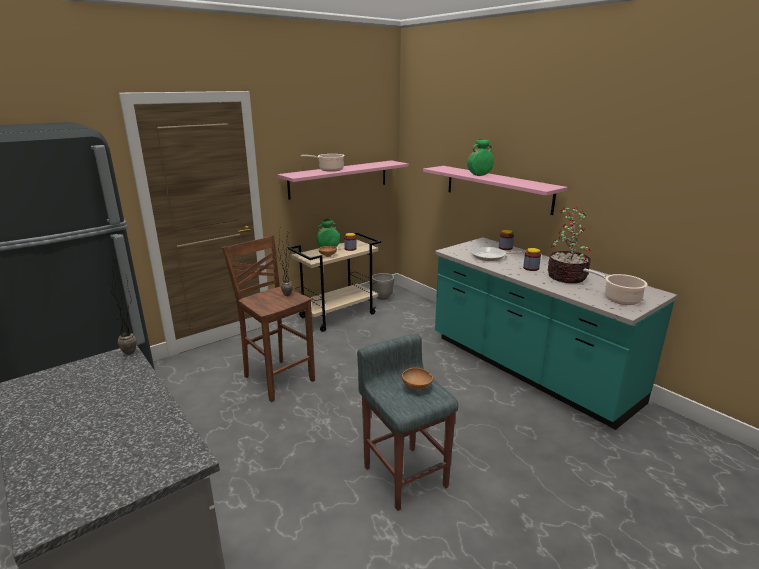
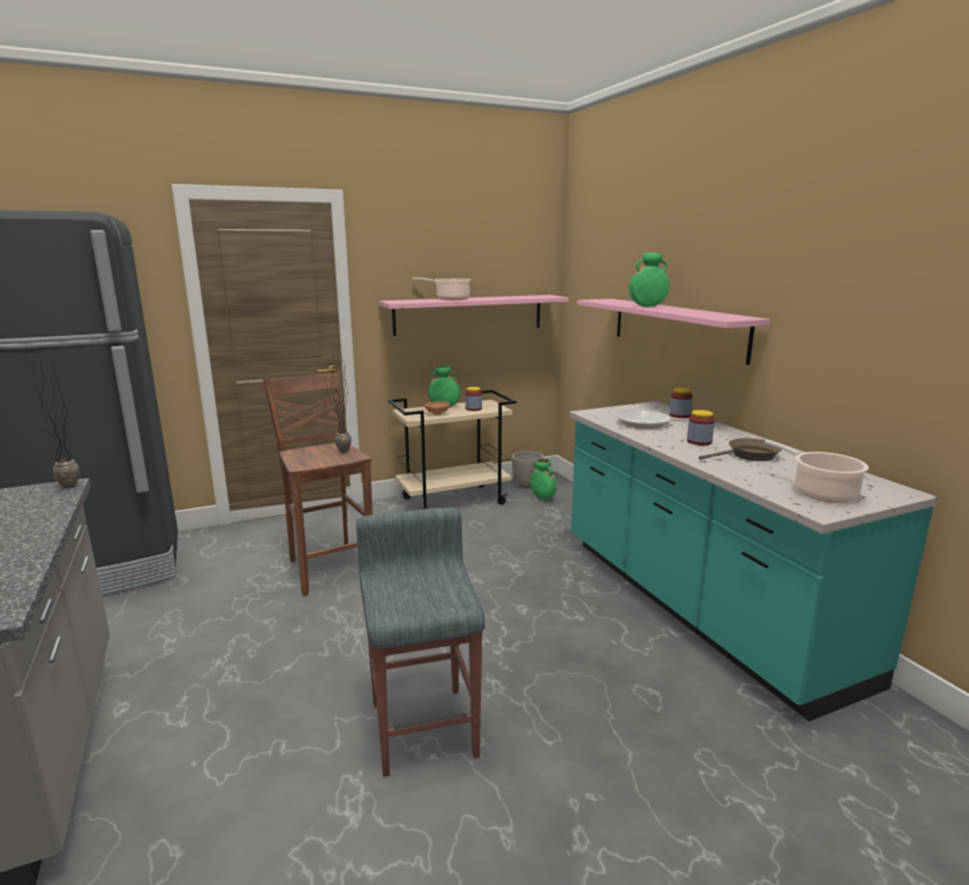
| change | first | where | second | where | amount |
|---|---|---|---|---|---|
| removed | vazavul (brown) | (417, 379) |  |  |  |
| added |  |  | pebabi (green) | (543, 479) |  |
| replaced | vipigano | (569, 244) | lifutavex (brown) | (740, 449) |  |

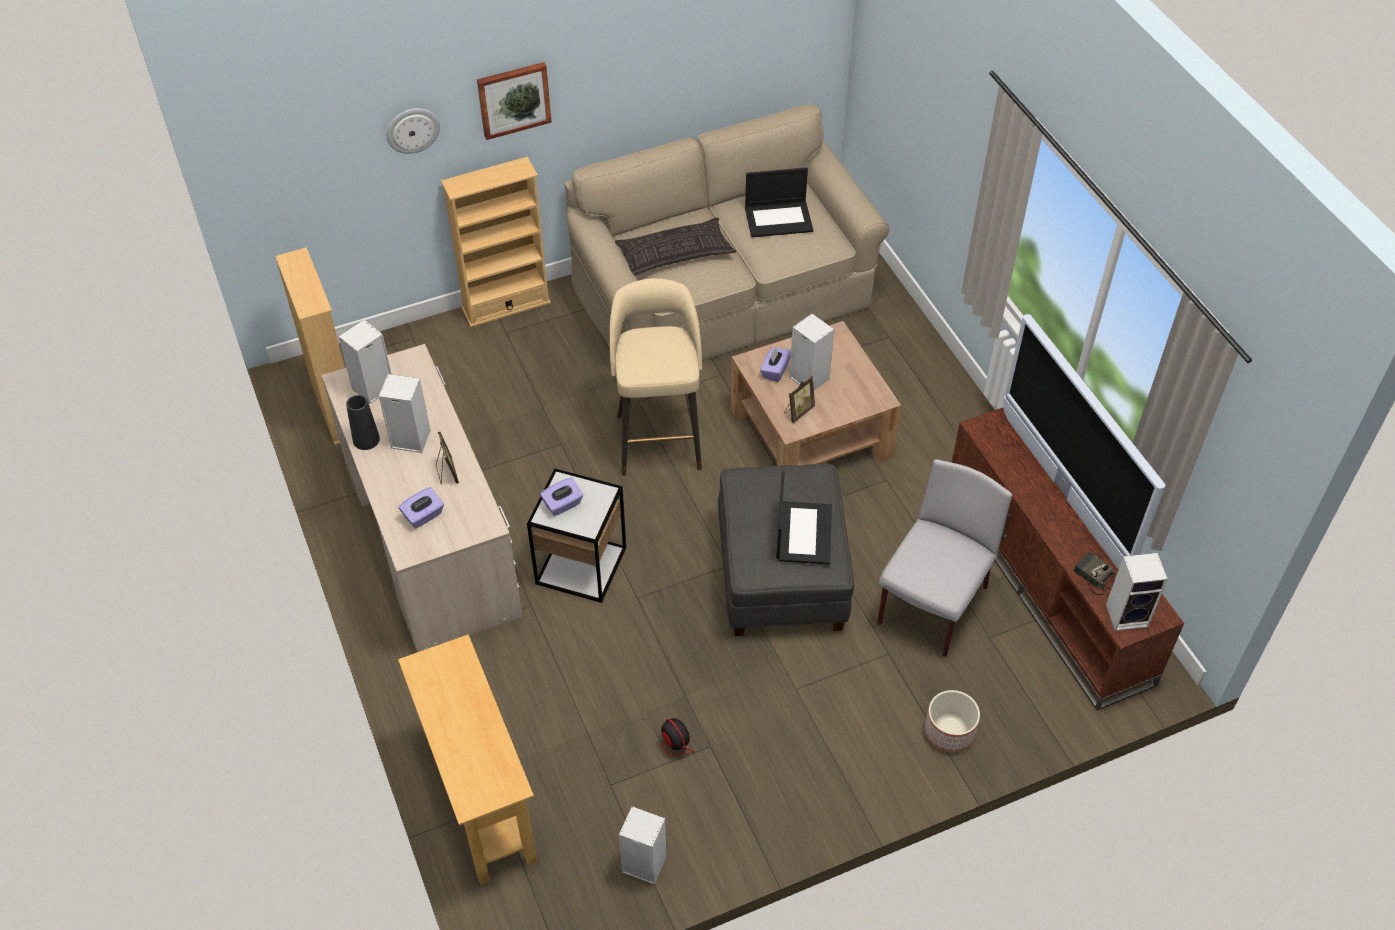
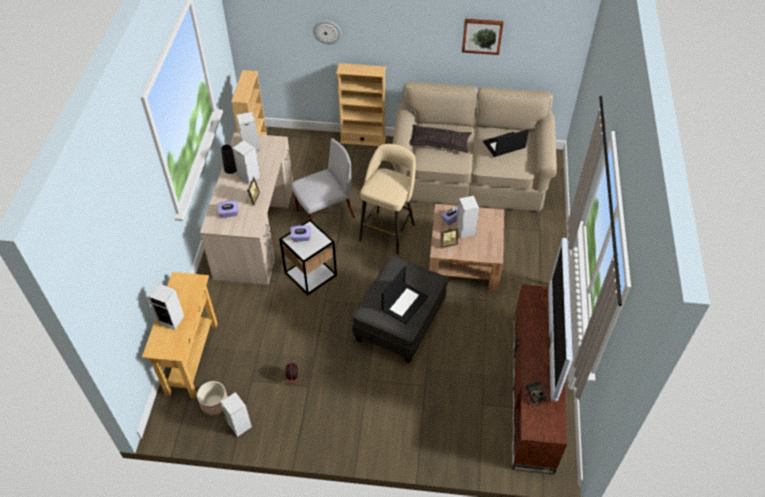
| change | first | where | second | where | amount |
|---|---|---|---|---|---|
| moved | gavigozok | (514, 101) |  | (482, 37) |  |
| moved | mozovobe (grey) | (944, 558) |  | (323, 180) |  |
| moved | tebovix | (952, 721) |  | (212, 398) |  |
| moved | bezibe | (1137, 592) |  | (166, 306) |  |
| turned | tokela | (779, 202) |  | (506, 143) | 135 degrees clockwise |

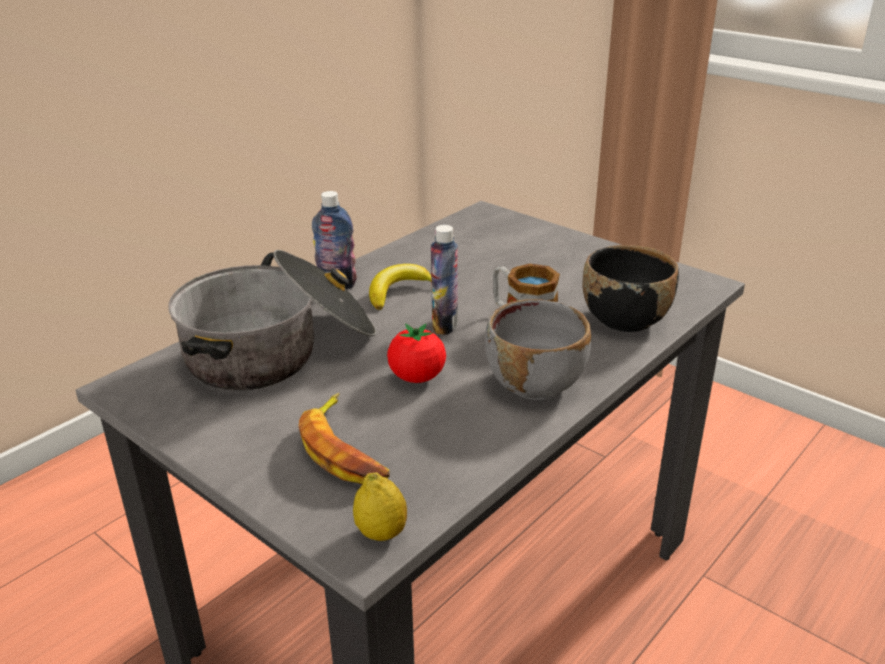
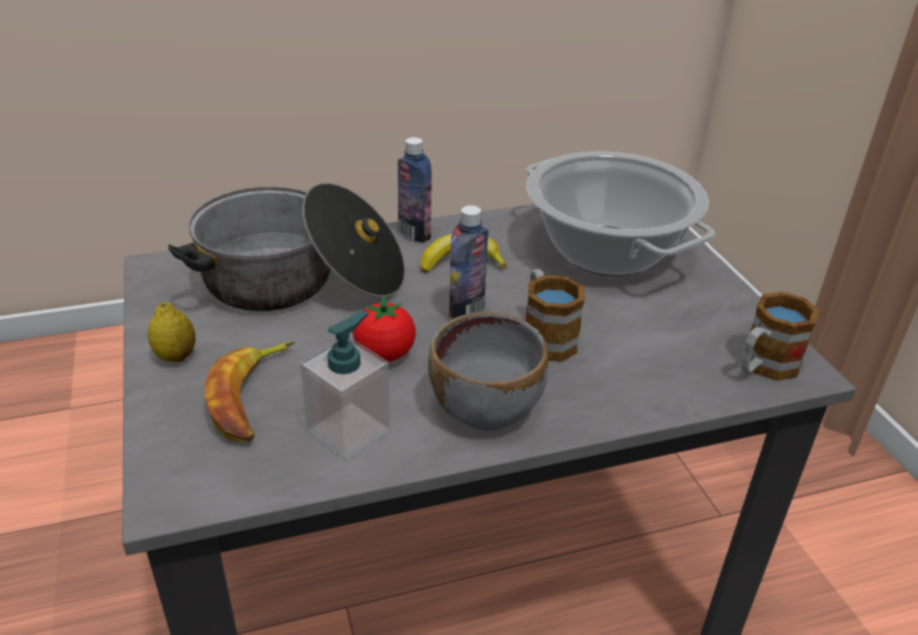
| change | first | where | second | where | amount |
|---|---|---|---|---|---|
| removed | vazavul (black) | (631, 288) |  |  |  |
| added |  |  | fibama | (345, 385) |  |
| added |  |  | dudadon | (620, 213) |  |
| added |  |  | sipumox | (780, 336) |  |
| moved | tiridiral | (380, 506) |  | (172, 332) |  |

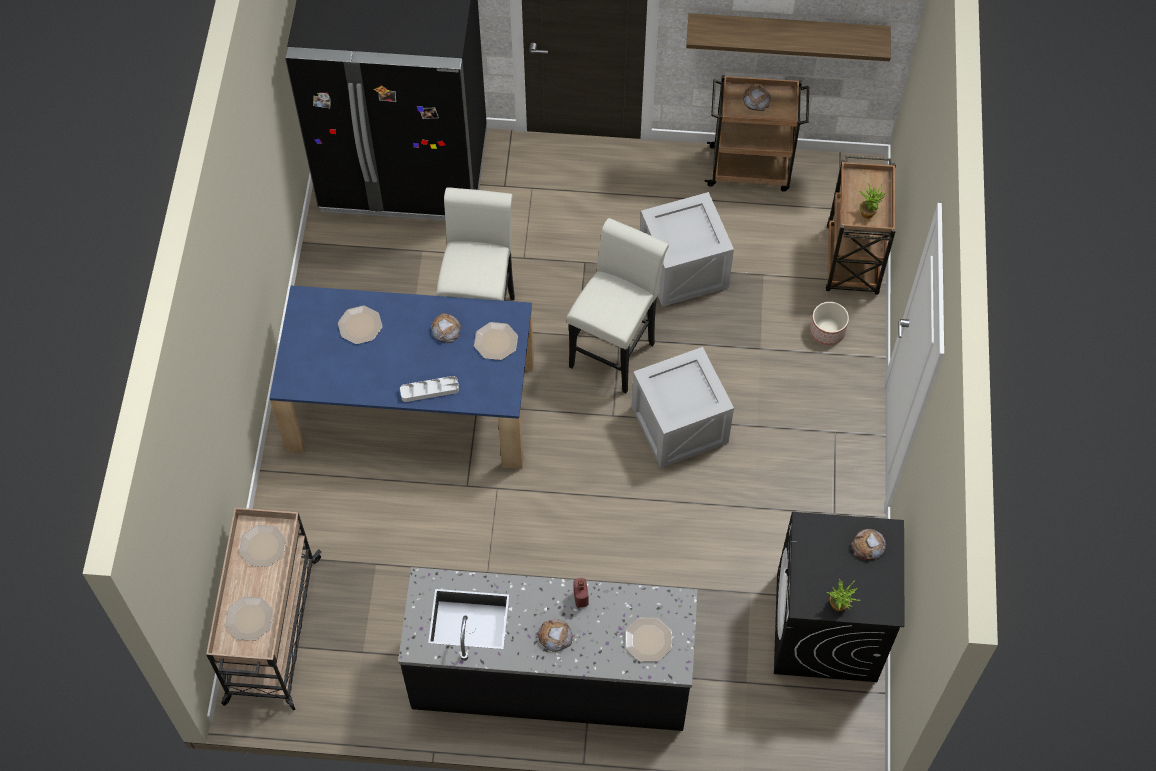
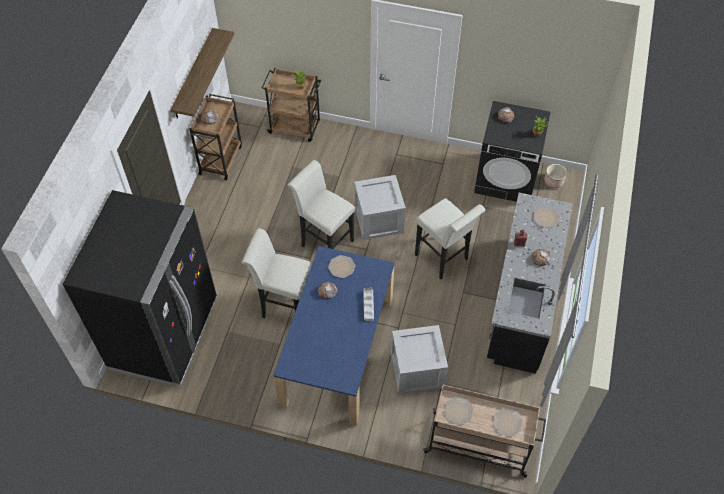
| change | first | where | second | where | amount |
|---|---|---|---|---|---|
| removed | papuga | (360, 325) |  |  |  |
| added |  |  | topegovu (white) | (450, 238) |  |
| moved | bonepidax | (687, 249) |  | (419, 359) |  |
| moved | tebovix | (829, 323) |  | (555, 176) |  |

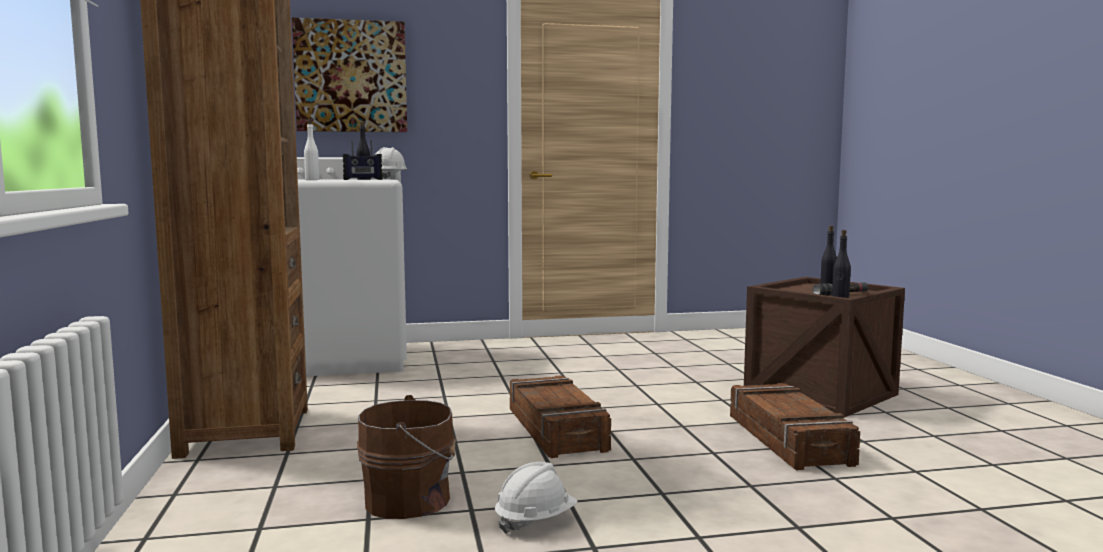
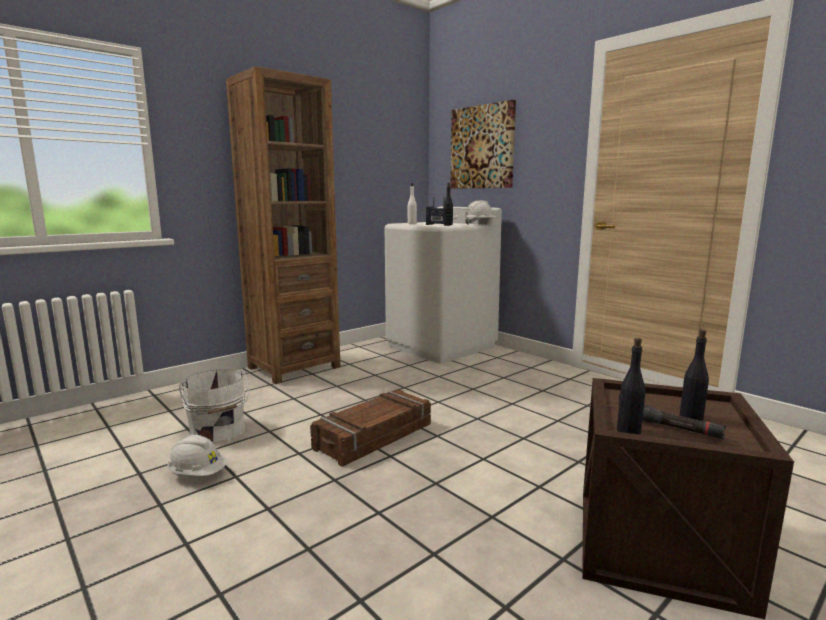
| change | first | where | second | where | amount |
|---|---|---|---|---|---|
| removed | bonepidax | (795, 426) |  |  |  |
| recoloured | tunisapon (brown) | (406, 457) | tunisapon (white) | (214, 405) |  |

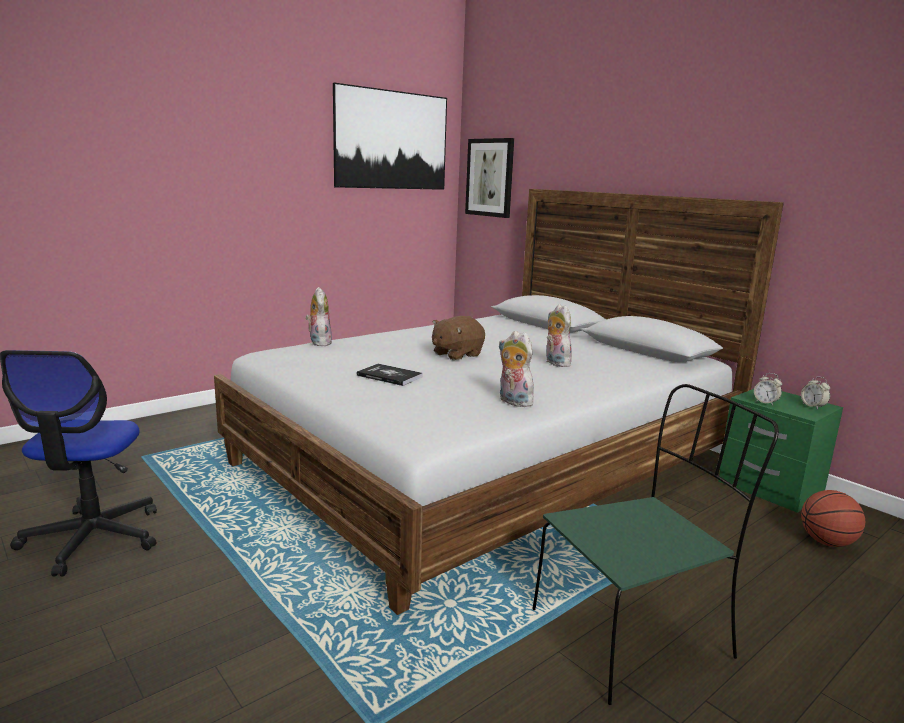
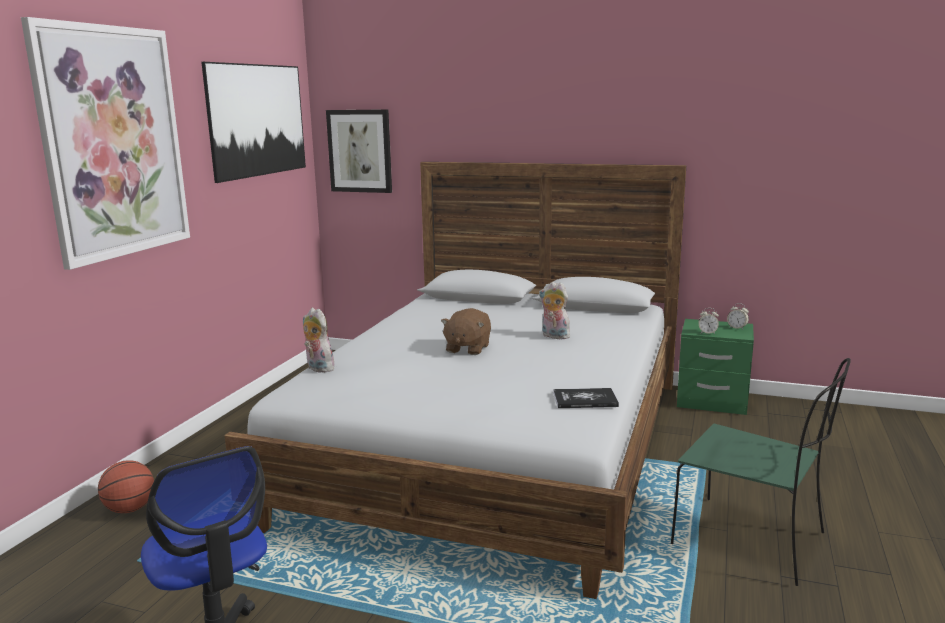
| change | first | where | second | where | amount |
|---|---|---|---|---|---|
| removed | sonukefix | (518, 369) |  |  |  |
| added |  |  | gavigozok | (105, 143) |  |
| moved | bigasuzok | (390, 375) |  | (586, 398) |  |
| moved | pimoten | (833, 518) |  | (126, 486) |  |
| turned | mozovobe (green) | (656, 544) |  | (761, 472) | 90 degrees clockwise |

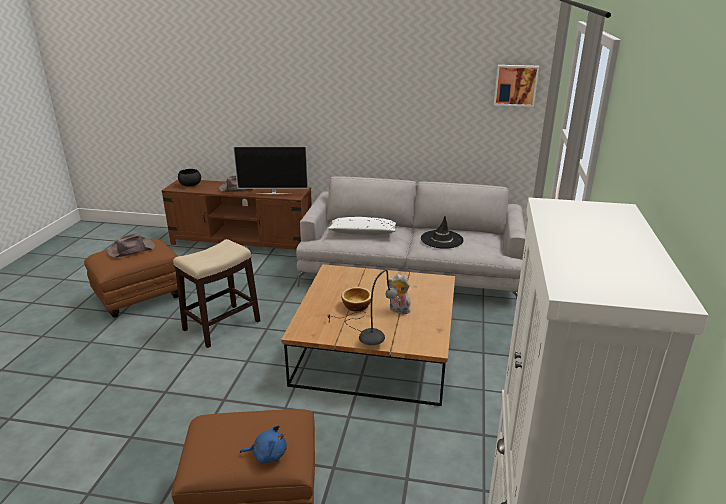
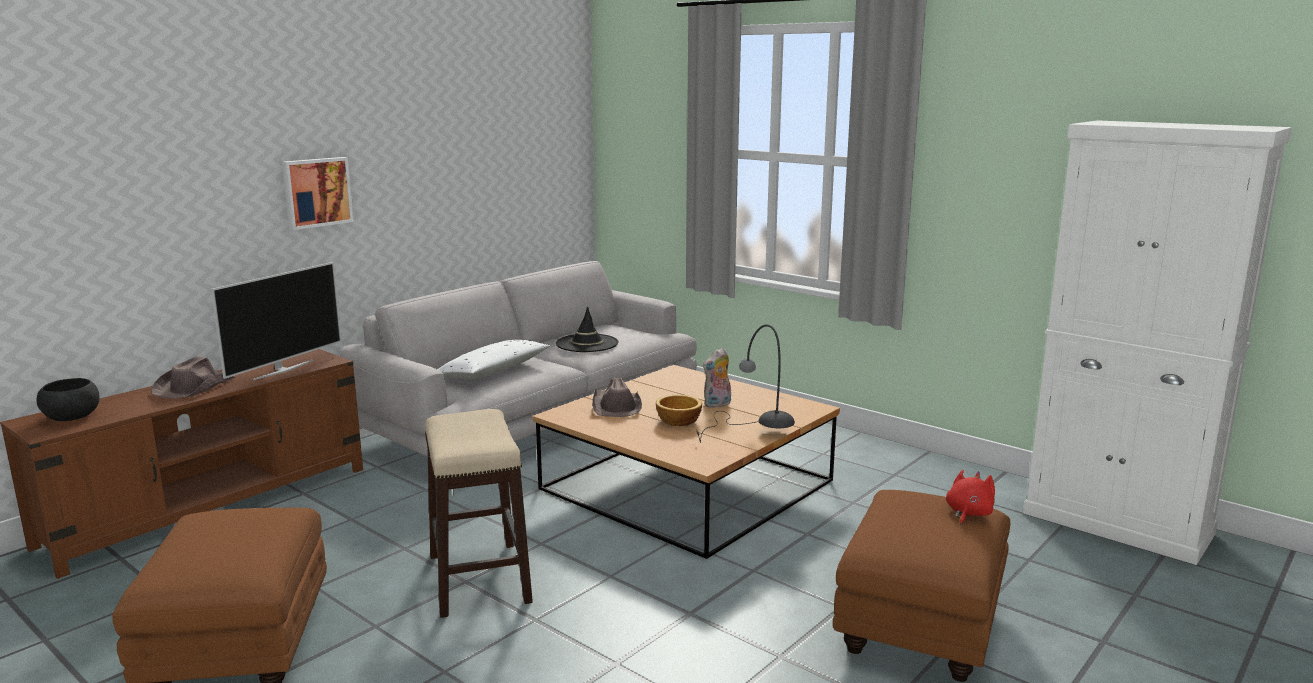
| change | first | where | second | where | amount |
|---|---|---|---|---|---|
| moved | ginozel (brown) | (131, 245) |  | (617, 397) |  |
| moved | gavigozok | (516, 86) |  | (318, 193) |  |
| recoloured | sonukefix (blue) | (263, 444) | sonukefix (red) | (970, 497) |  |

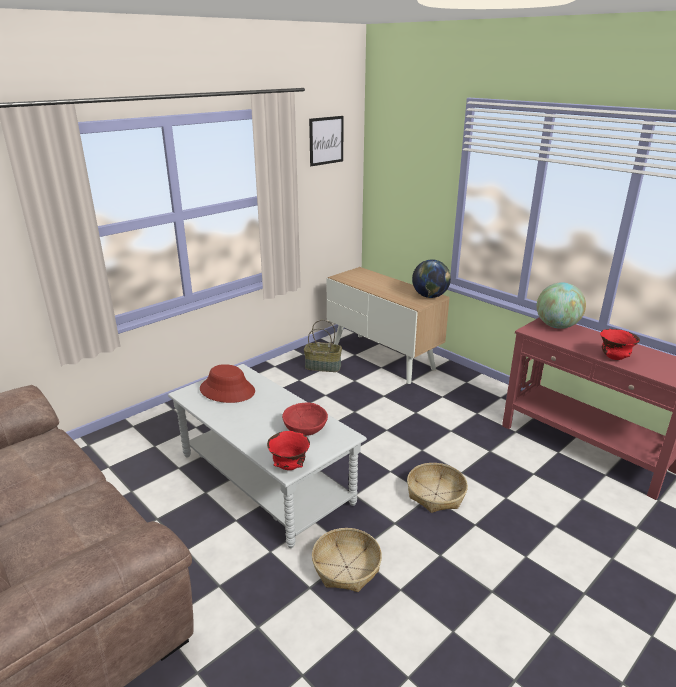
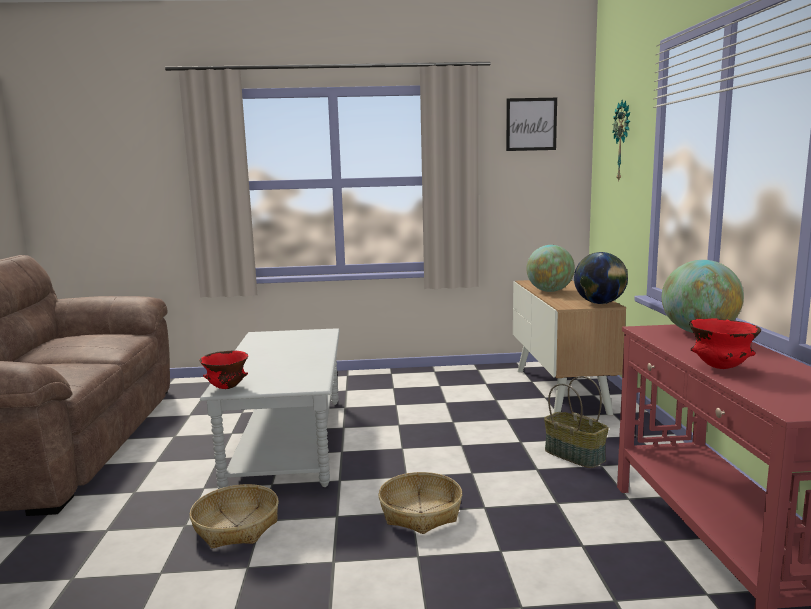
| change | first | where | second | where | amount |
|---|---|---|---|---|---|
| removed | ginozel (red) | (227, 383) |  |  |  |
| removed | vazavul (red) | (305, 419) |  |  |  |
| added |  |  | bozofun | (550, 268) |  |
| added |  |  | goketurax | (621, 141) |  |
| moved | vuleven | (323, 346) |  | (576, 422) |  |

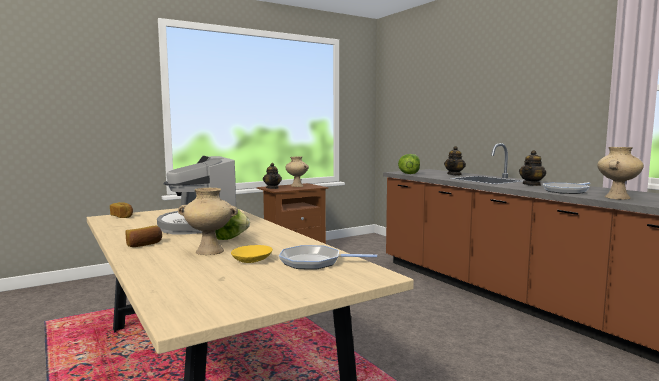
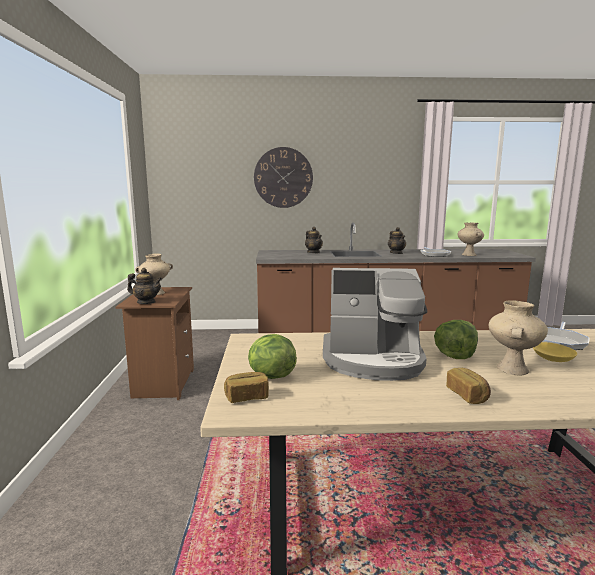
| change | first | where | second | where | amount |
|---|---|---|---|---|---|
| added |  |  | goketurax | (283, 177) |  |
| moved | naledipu | (409, 164) |  | (272, 356) |  |

